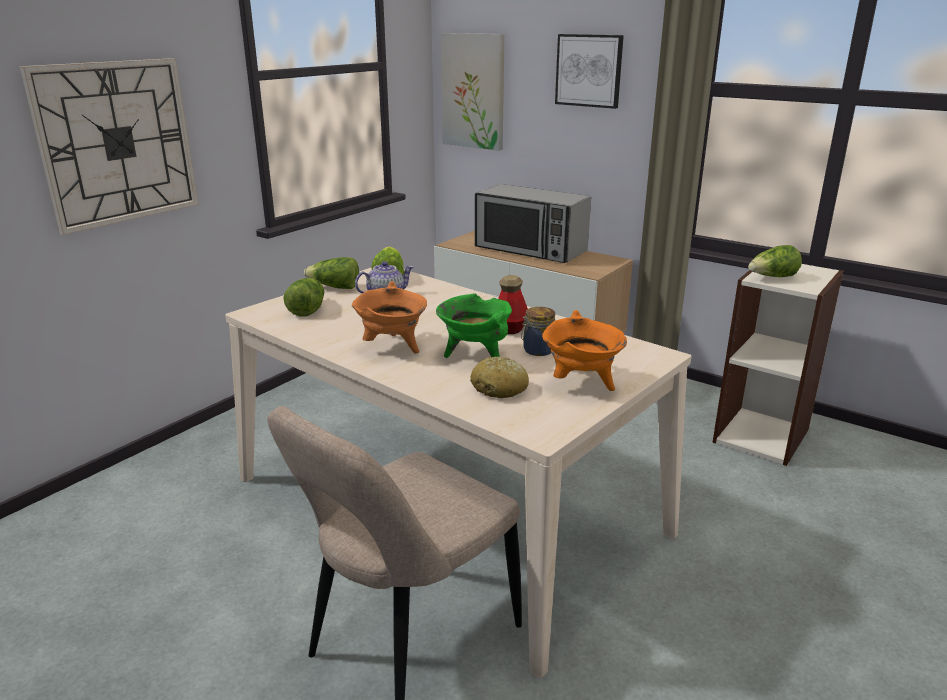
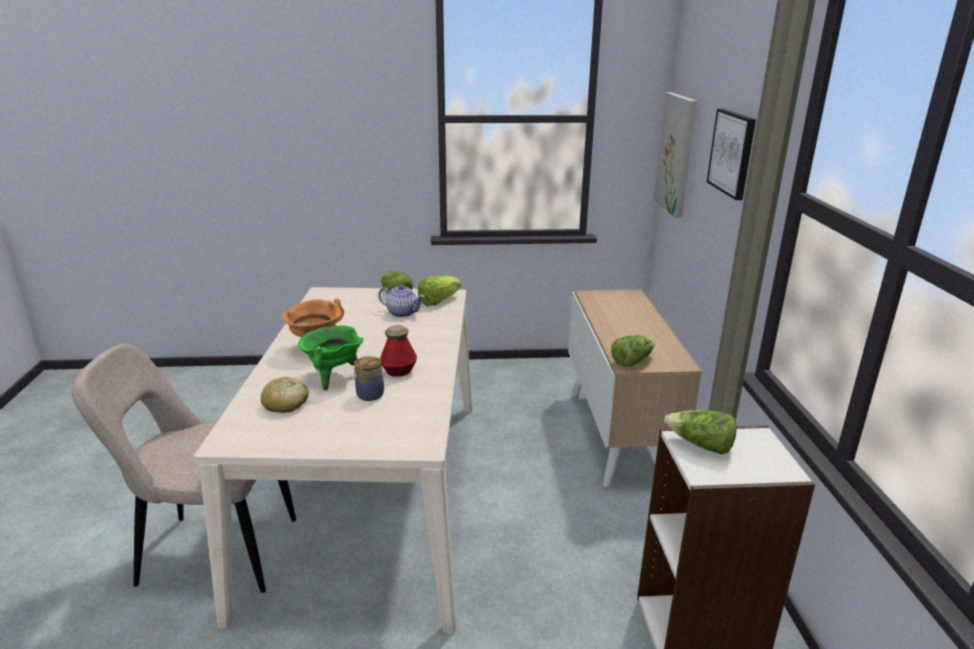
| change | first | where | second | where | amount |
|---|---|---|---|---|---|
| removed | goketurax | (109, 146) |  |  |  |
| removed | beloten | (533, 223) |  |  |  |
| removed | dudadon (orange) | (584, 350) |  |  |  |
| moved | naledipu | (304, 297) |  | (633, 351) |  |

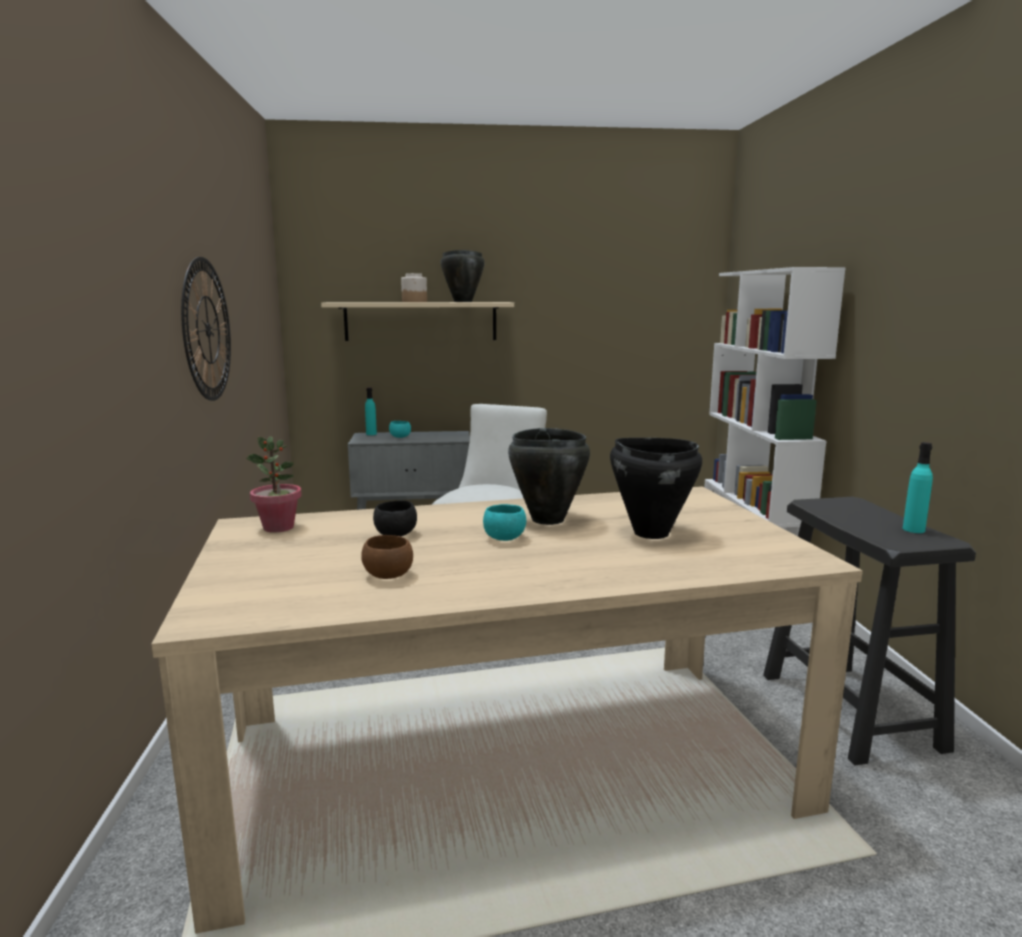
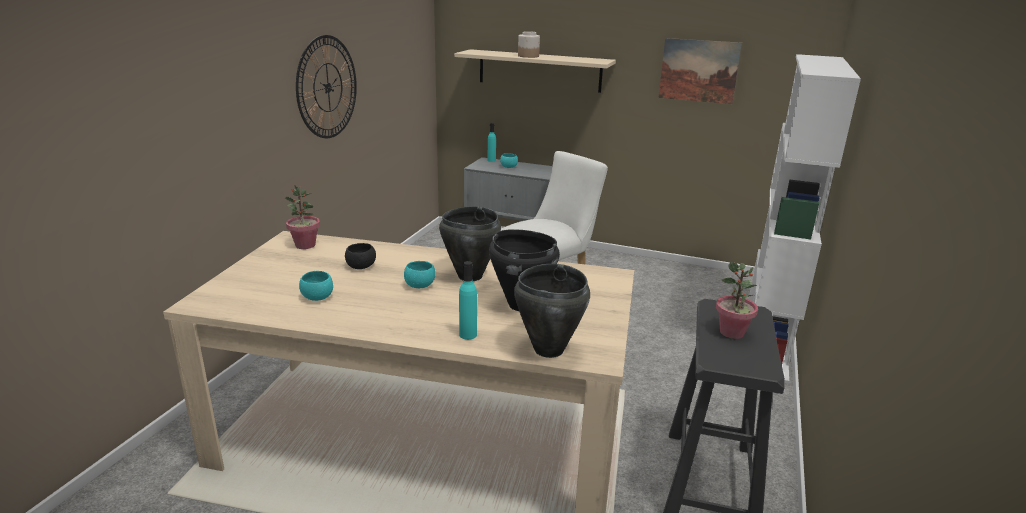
| change | first | where | second | where | amount |
|---|---|---|---|---|---|
| added |  |  | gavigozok | (700, 71) |  |
| added |  |  | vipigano | (737, 300) |  |
| moved | dudadon (black) | (463, 276) |  | (552, 311) |  |
| moved | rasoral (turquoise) | (918, 487) |  | (468, 300) |  |
| recoloured | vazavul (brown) | (387, 557) | vazavul (turquoise) | (316, 286) |  |

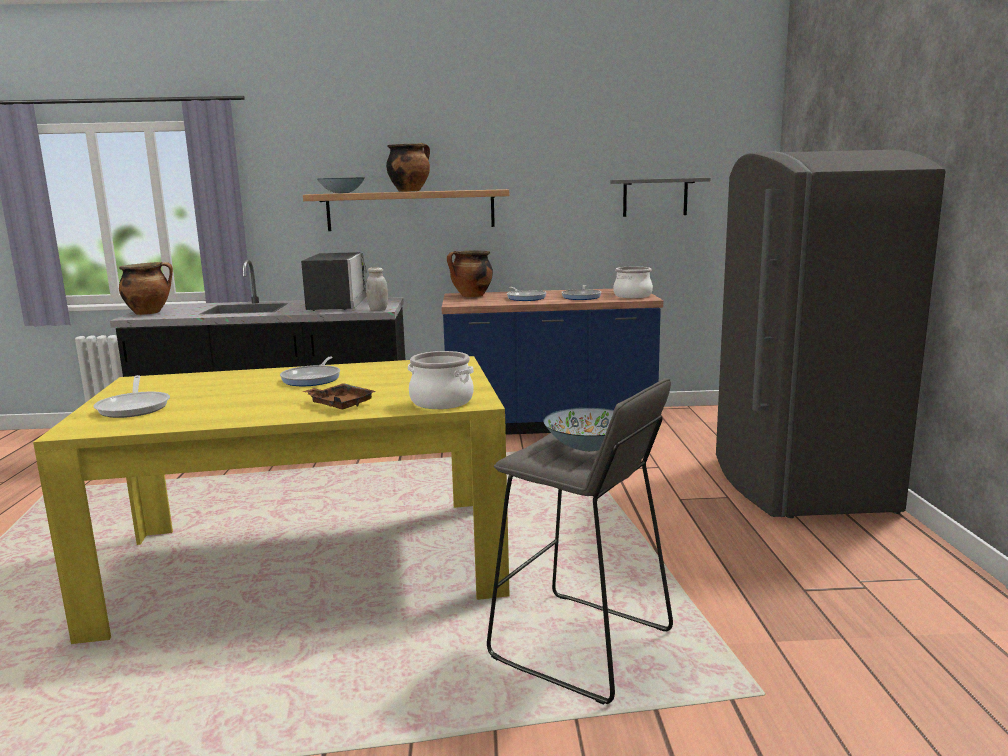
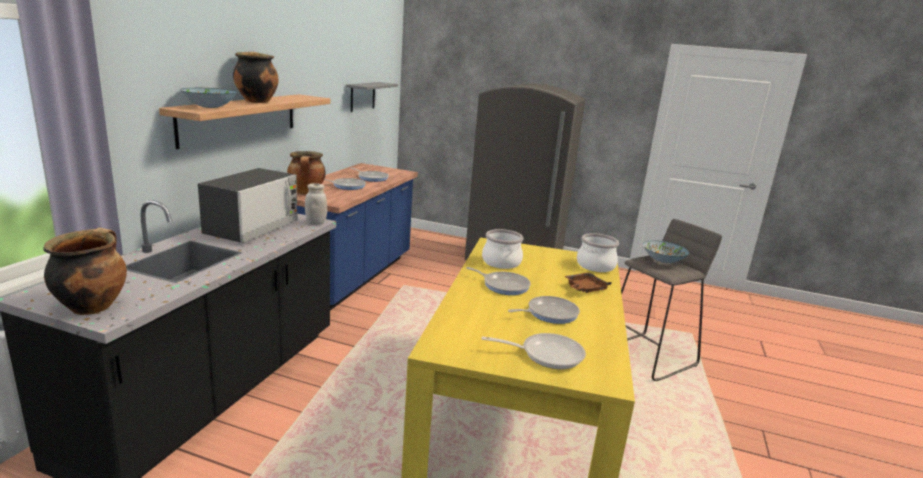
| change | first | where | second | where | amount |
|---|---|---|---|---|---|
| added |  |  | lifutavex | (544, 310) |  |
| moved | dudadon | (633, 282) |  | (502, 249) |  |
| turned | beloten | (334, 281) |  | (248, 205) | 90 degrees clockwise |

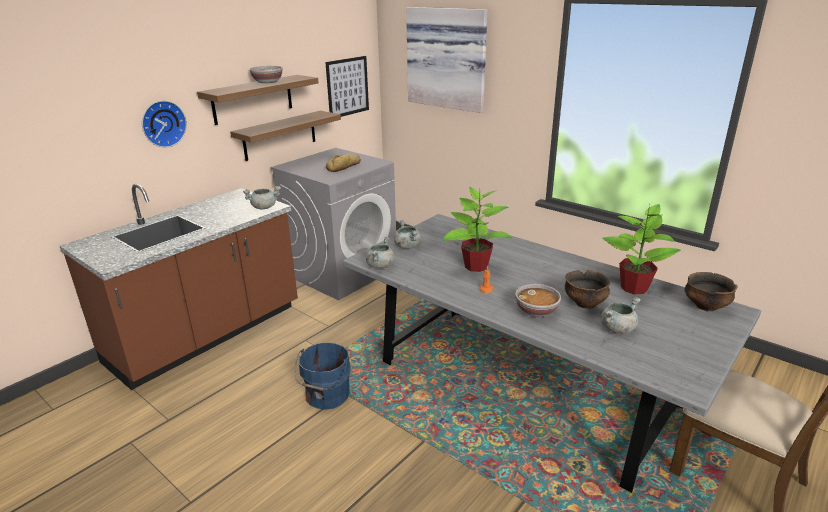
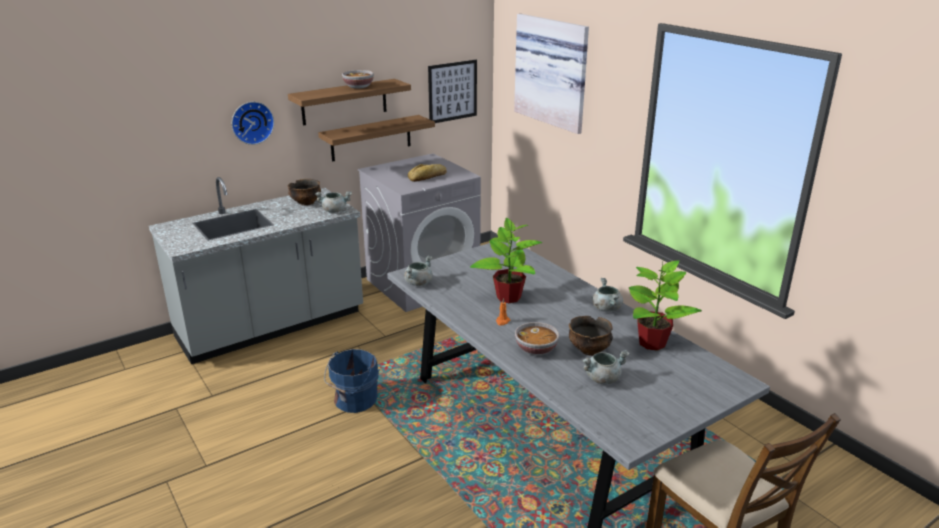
| change | first | where | second | where | amount |
|---|---|---|---|---|---|
| moved | dudadon (grey) | (407, 234) |  | (607, 295) |  |
| moved | vazavul | (711, 291) |  | (304, 192) |  |
| recoloured | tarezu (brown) | (179, 287) | tarezu (grey) | (256, 270) |  |

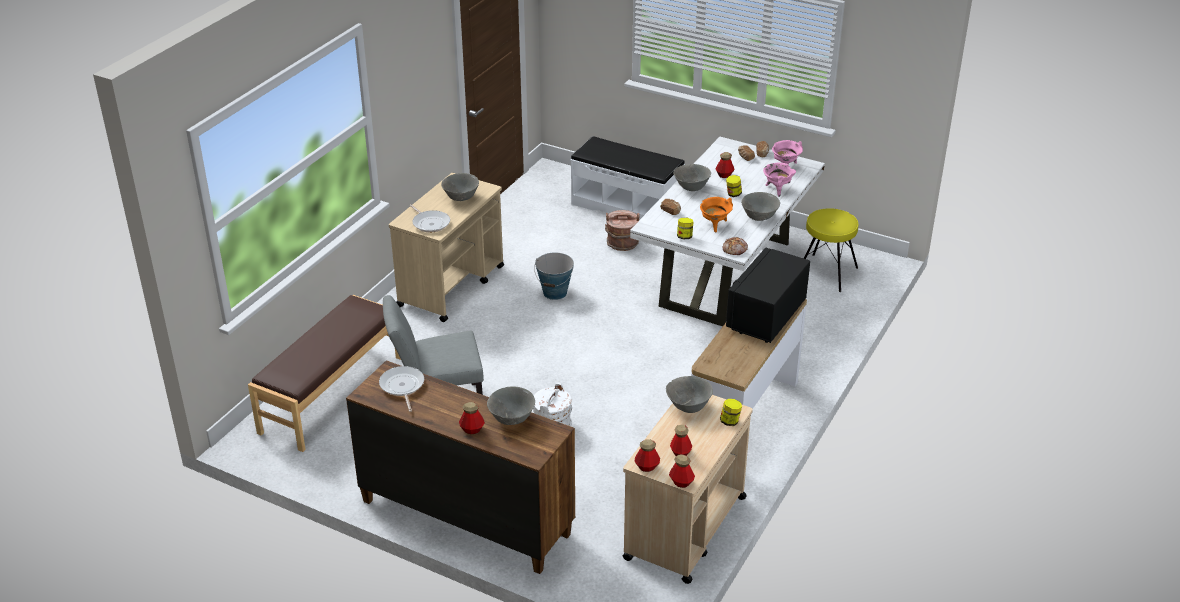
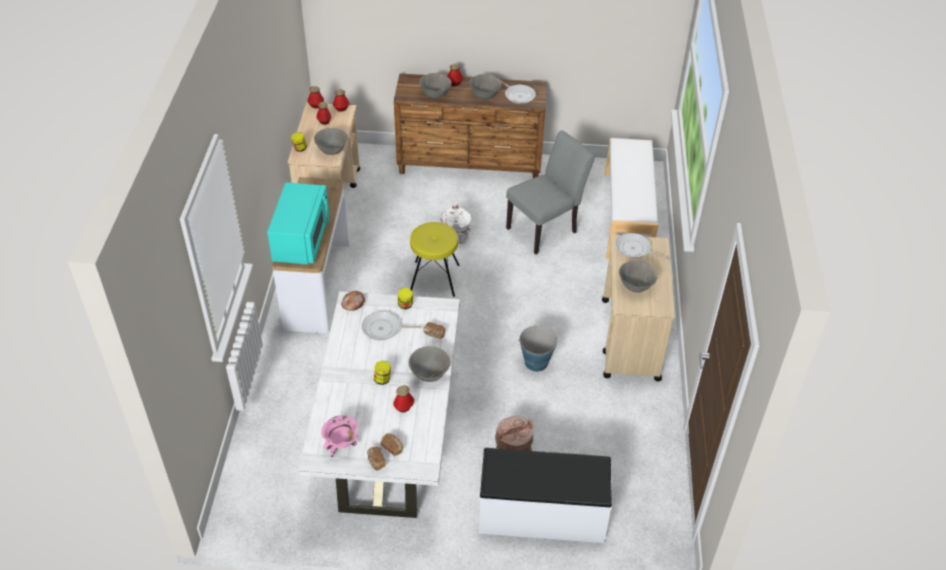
| change | first | where | second | where | amount |
|---|---|---|---|---|---|
| removed | dudadon (pink) | (779, 179) |  |  |  |
| moved | vazavul (grey) | (760, 206) |  | (485, 86) |  |
| moved | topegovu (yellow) | (831, 250) |  | (435, 259) |  |
| replaced | dudadon (orange) | (716, 214) | lifutavex | (391, 326) |  |
| recoloured | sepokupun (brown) | (324, 373) | sepokupun (white) | (631, 198) |  |
| recoloured | beloten (black) | (768, 295) | beloten (turquoise) | (298, 223) |  |

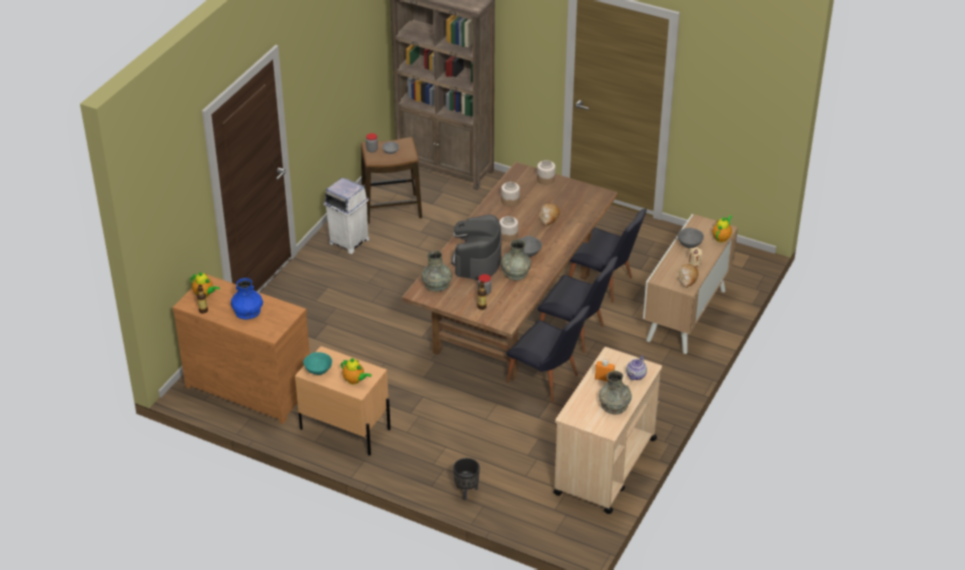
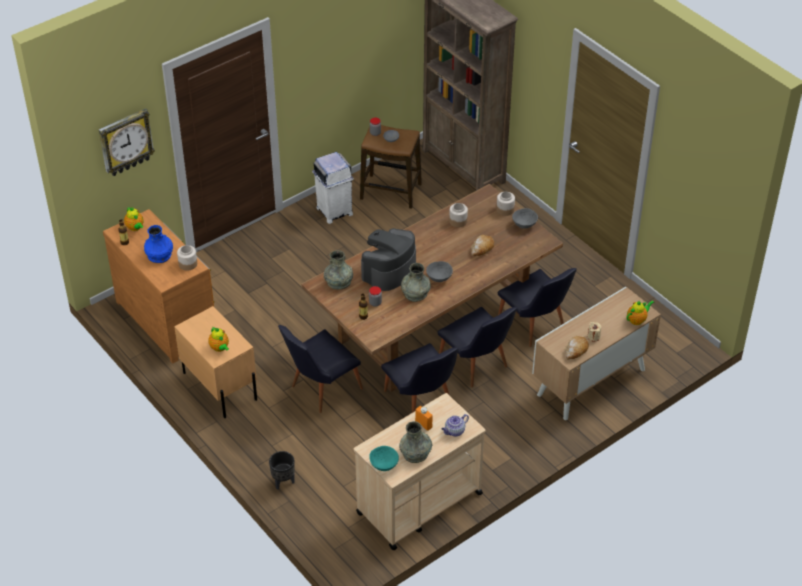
| change | first | where | second | where | amount |
|---|---|---|---|---|---|
| added |  |  | goketurax | (127, 142) |  |
| added |  |  | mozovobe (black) | (320, 369) |  |
| moved | vazavul (turquoise) | (317, 363) |  | (384, 458) |  |
| moved | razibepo | (508, 229) |  | (187, 258) |  |
| moved | vazavul (grey) | (690, 238) |  | (525, 218) |  |

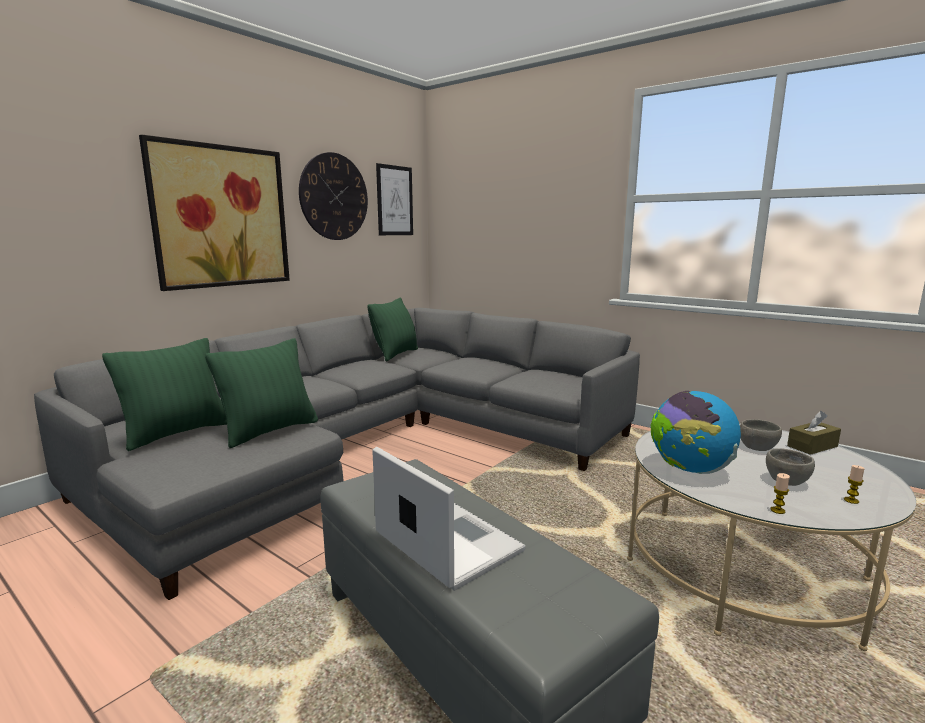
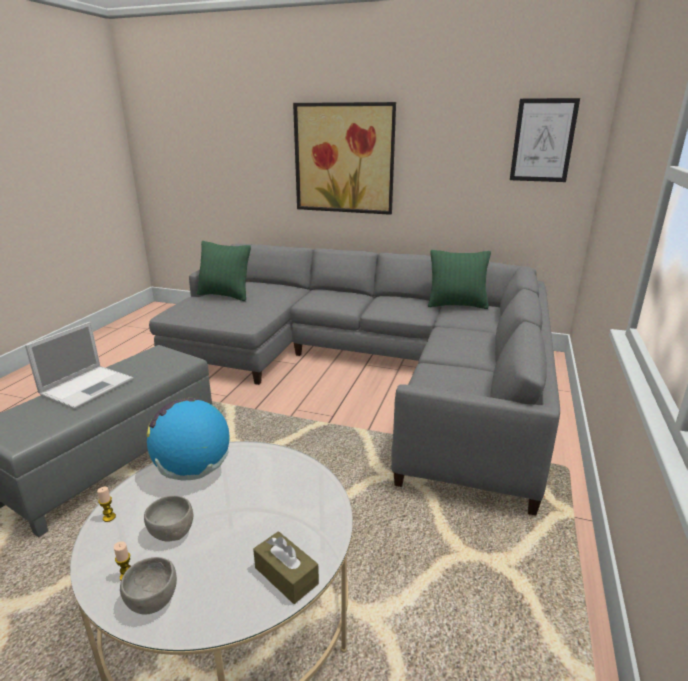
| change | first | where | second | where | amount |
|---|---|---|---|---|---|
| removed | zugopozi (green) | (261, 393) |  |  |  |
| removed | goketurax | (333, 196) |  |  |  |
| moved | vazavul (grey) | (761, 435) |  | (148, 586) |  |

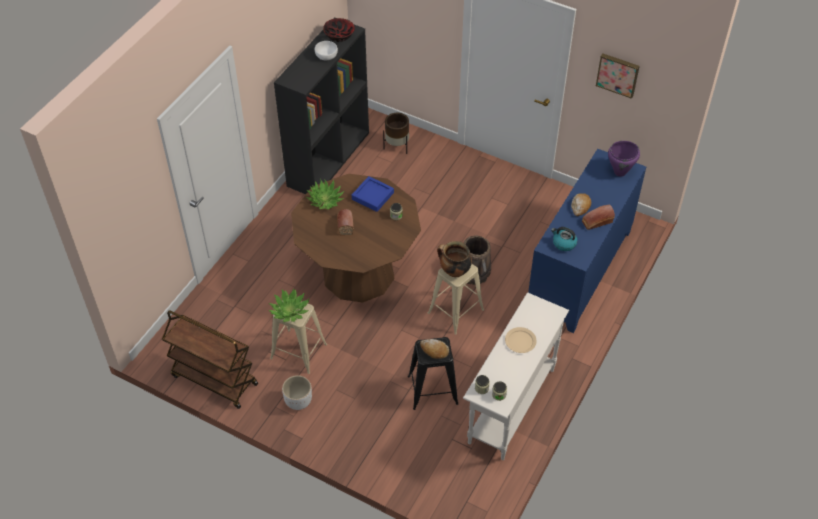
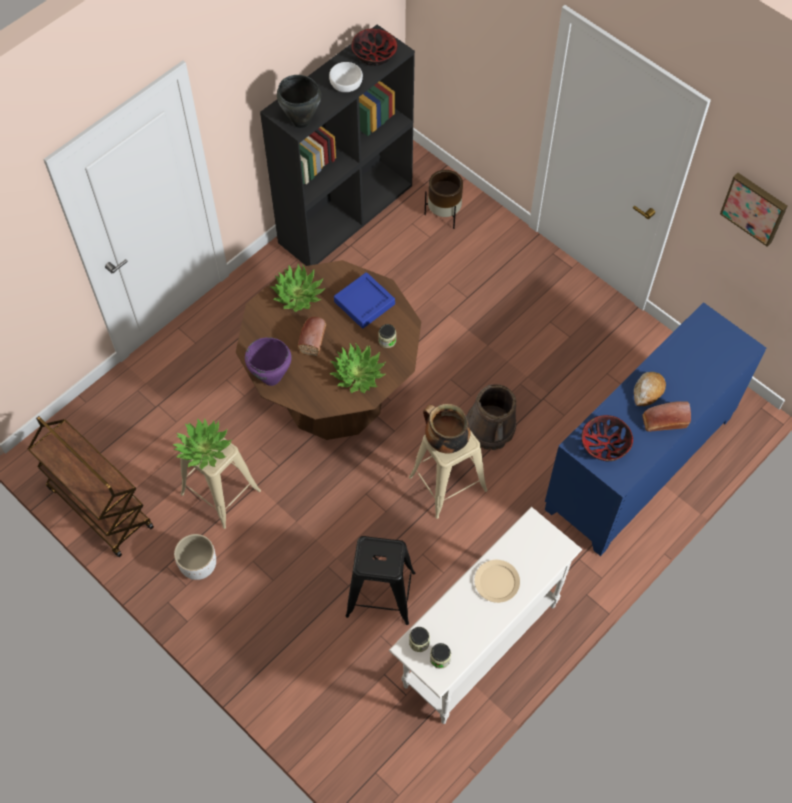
| change | first | where | second | where | amount |
|---|---|---|---|---|---|
| removed | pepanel | (434, 349) |  |  |  |
| added |  |  | dudadon (black) | (299, 101) |  |
| added |  |  | vipigano | (357, 368) |  |
| moved | dudadon (purple) | (624, 159) |  | (268, 361) |  |
| replaced | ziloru | (564, 239) | vazavul | (607, 438) |  |

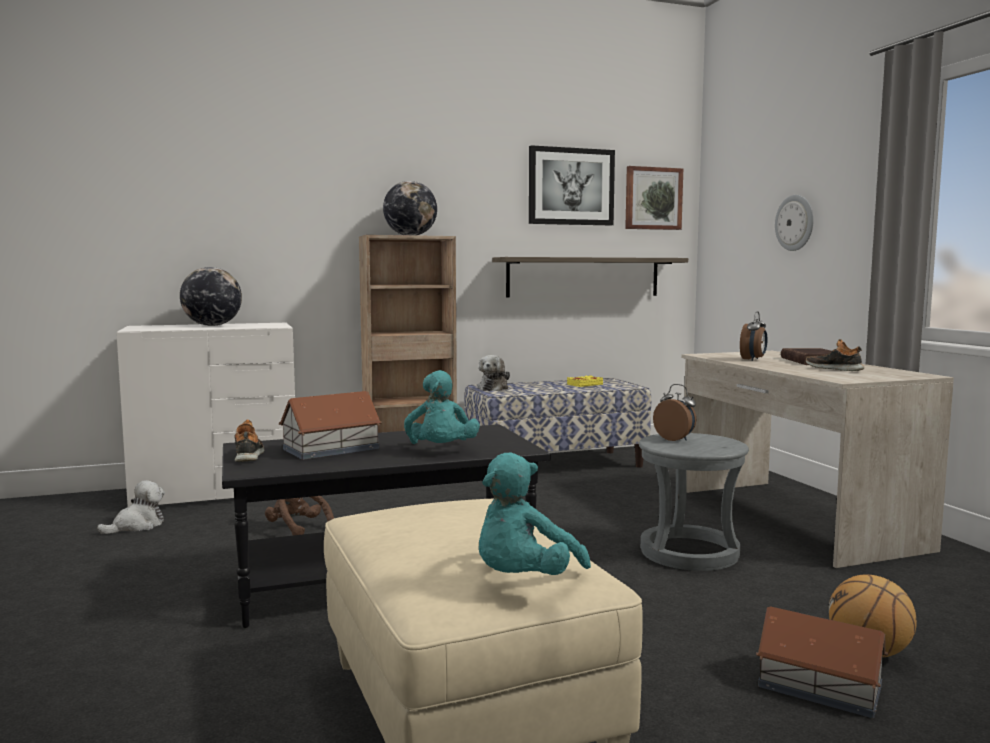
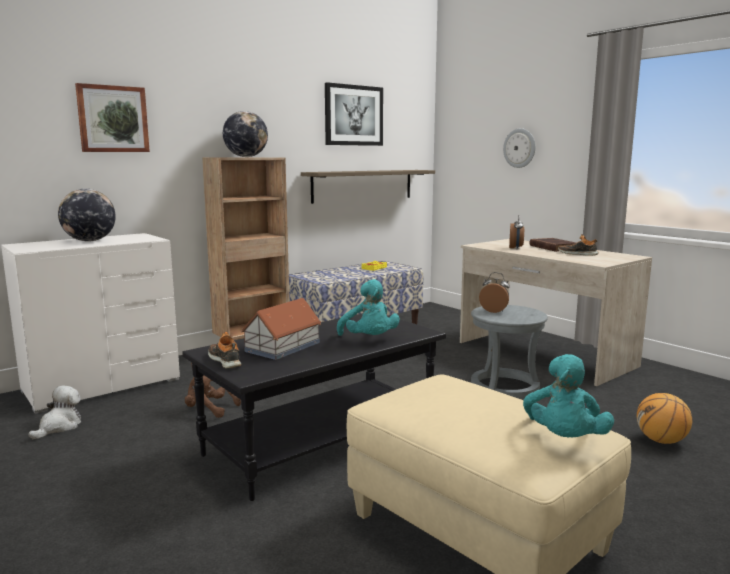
| change | first | where | second | where | amount |
|---|---|---|---|---|---|
| removed | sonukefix | (493, 373) |  |  |  |
| removed | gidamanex | (822, 662) |  |  |  |
| moved | gavigozok | (654, 198) |  | (112, 117) |  |

